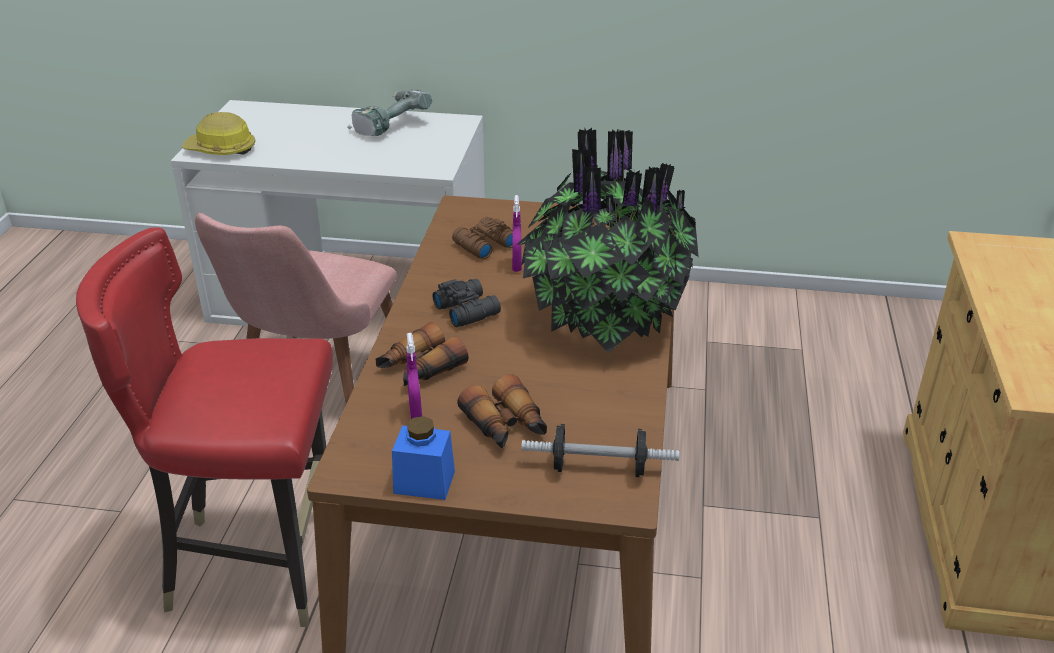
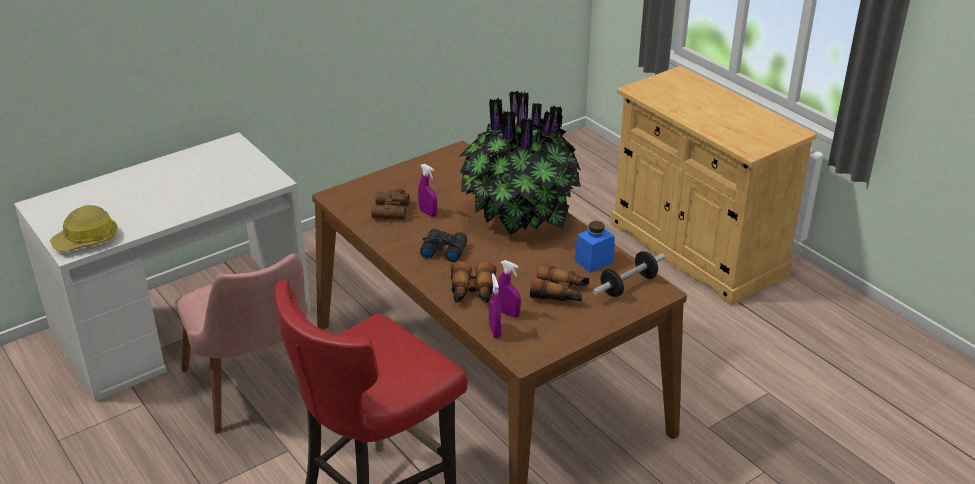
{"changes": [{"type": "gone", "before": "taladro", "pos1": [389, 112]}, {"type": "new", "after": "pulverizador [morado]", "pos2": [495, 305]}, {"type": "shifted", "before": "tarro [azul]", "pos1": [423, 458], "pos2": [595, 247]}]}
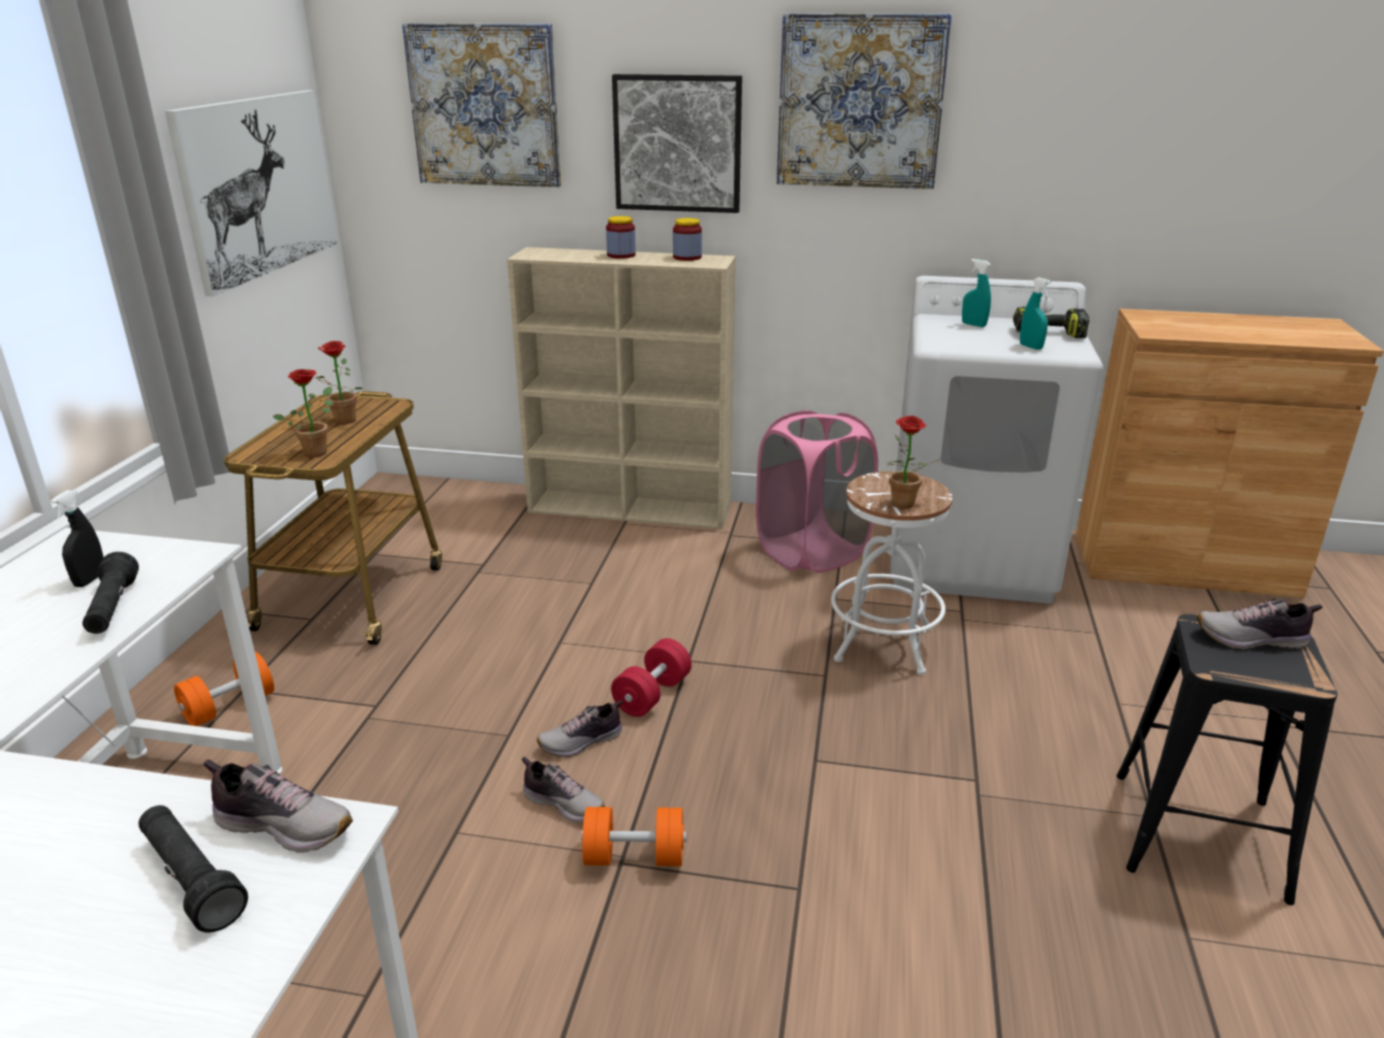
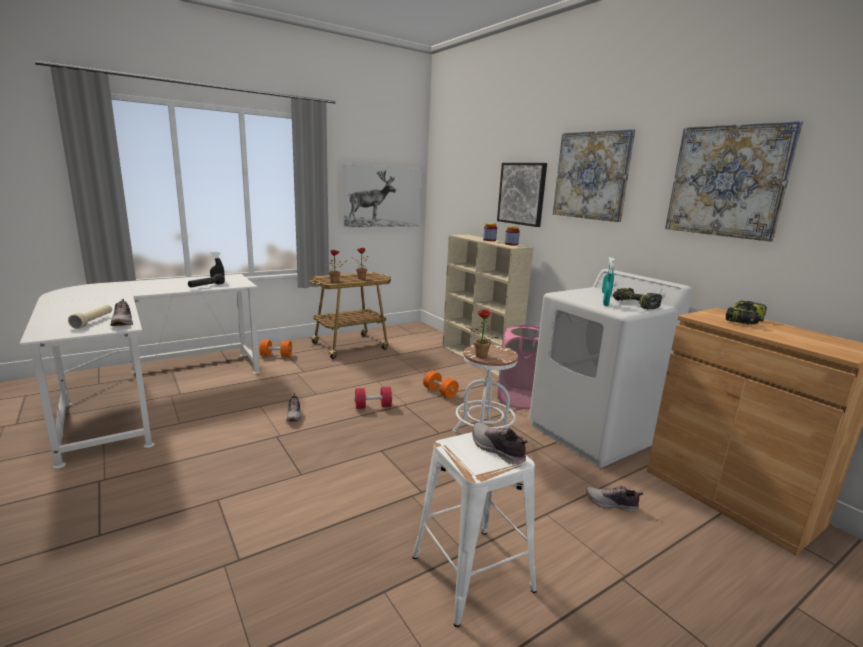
{"changes": [{"type": "new", "after": "taladro", "pos2": [746, 313]}, {"type": "shifted", "before": "cuadro", "pos1": [481, 105], "pos2": [734, 181]}, {"type": "shifted", "before": "zapato", "pos1": [580, 729], "pos2": [614, 499]}, {"type": "shifted", "before": "mancuerna [naranja]", "pos1": [634, 836], "pos2": [441, 384]}, {"type": "repainted", "before": "linterna [negro]", "after": "linterna [beis]", "pos1": [193, 868], "pos2": [90, 317]}, {"type": "repainted", "before": "taburete [negro]", "after": "taburete [blanco]", "pos1": [1227, 759], "pos2": [474, 529]}]}
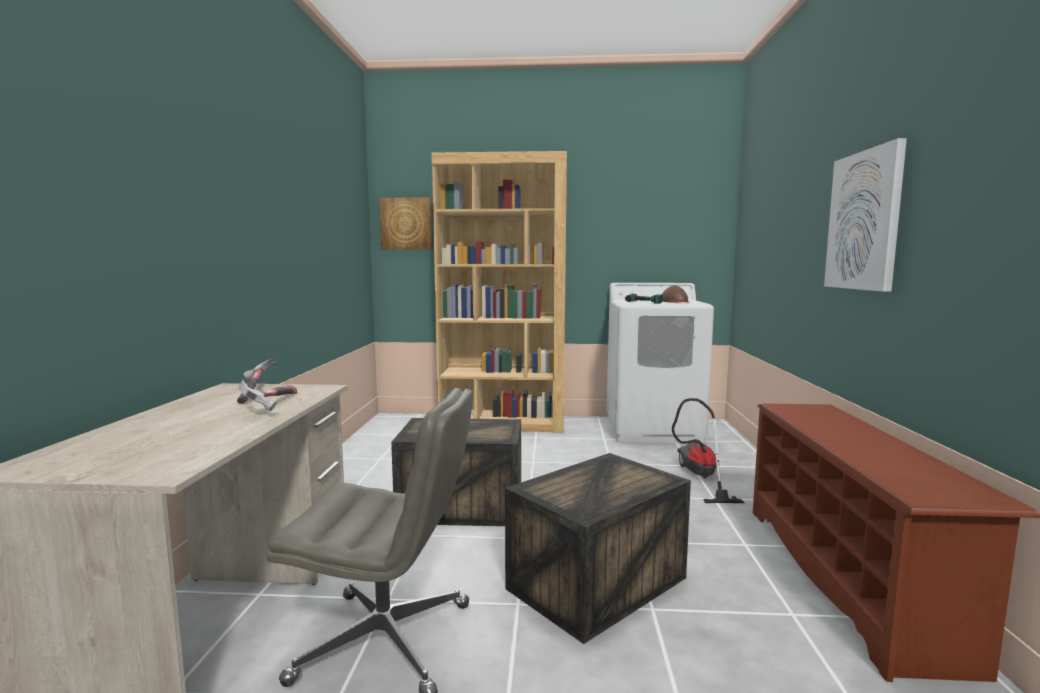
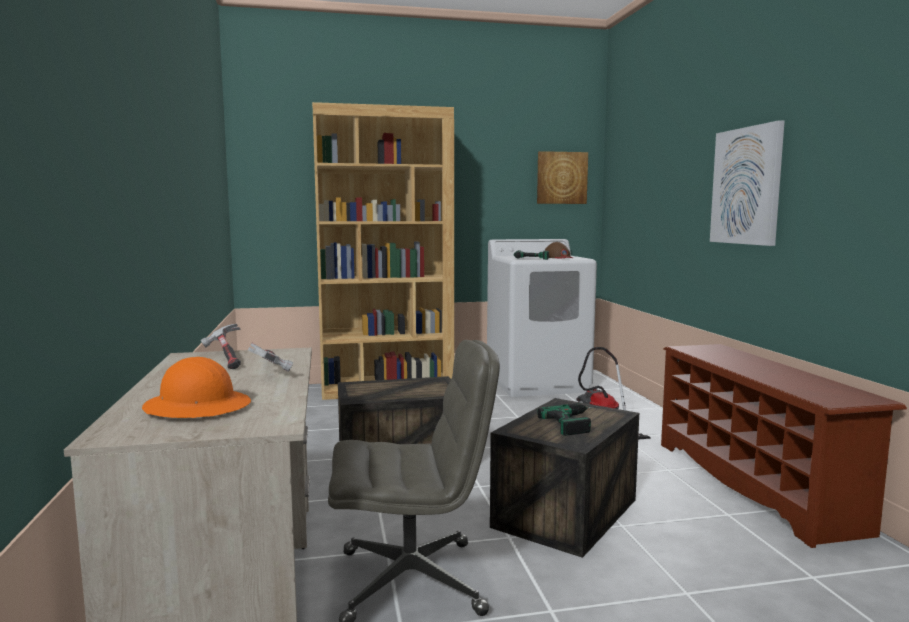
{"changes": [{"type": "new", "after": "casco [naranja]", "pos2": [196, 387]}, {"type": "new", "after": "taladro", "pos2": [566, 420]}, {"type": "shifted", "before": "cuadro", "pos1": [405, 223], "pos2": [562, 177]}]}
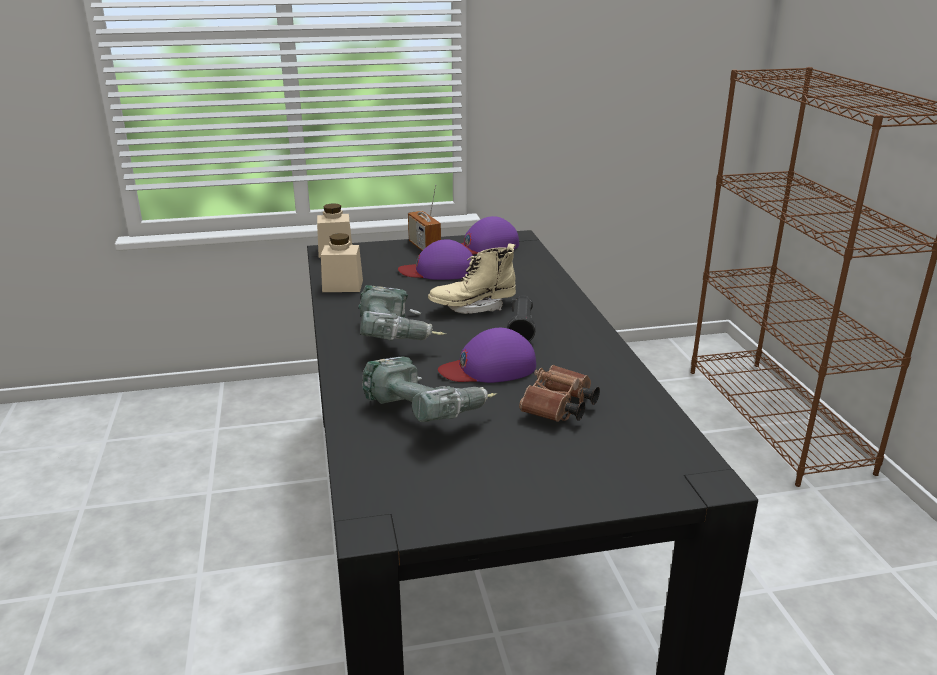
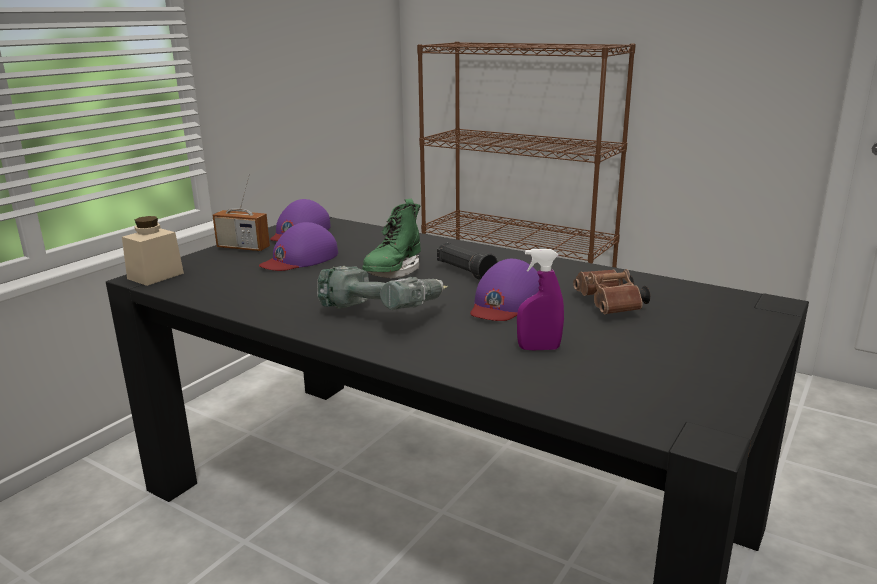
{"changes": [{"type": "gone", "before": "tarro [beis]", "pos1": [342, 262]}, {"type": "swapped", "before": "taladro", "after": "pulverizador [morado]", "pos1": [429, 389], "pos2": [540, 299]}, {"type": "repainted", "before": "bota [beis]", "after": "bota [verde]", "pos1": [472, 279], "pos2": [391, 239]}]}
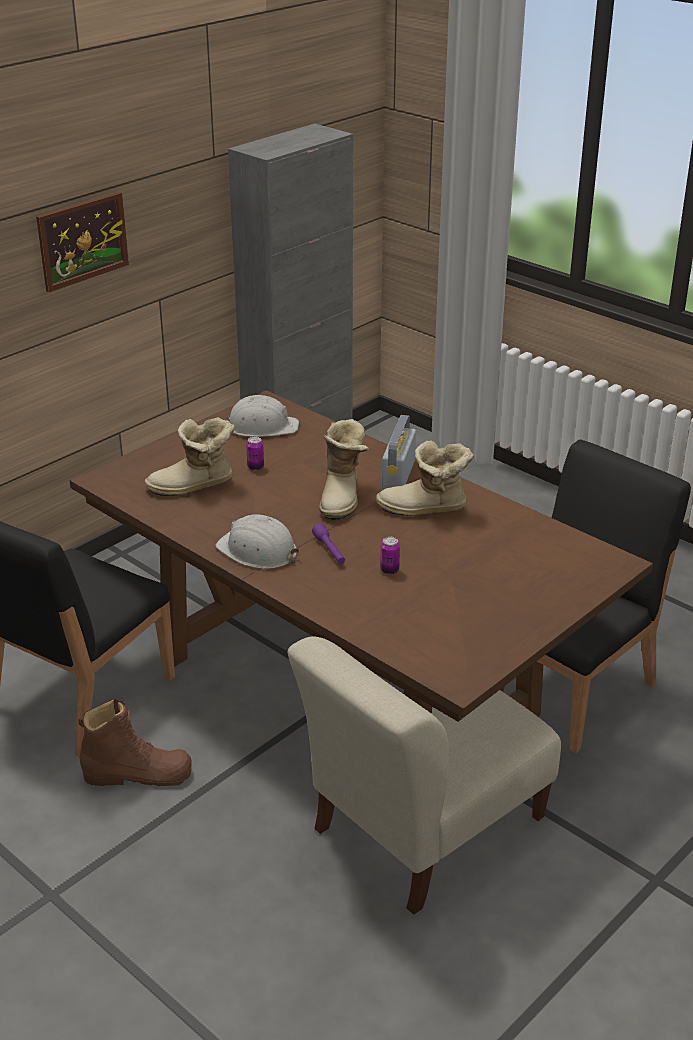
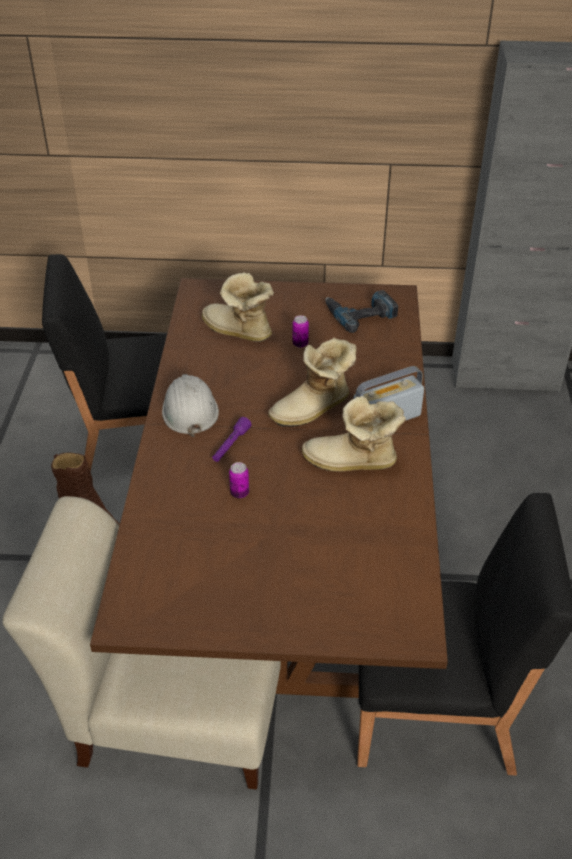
{"changes": [{"type": "gone", "before": "cuadro", "pos1": [82, 242]}, {"type": "swapped", "before": "casco [blanco]", "after": "taladro", "pos1": [262, 416], "pos2": [361, 311]}, {"type": "rotated", "before": "bota", "pos1": [425, 478], "pos2": [354, 434], "turn": -45}]}
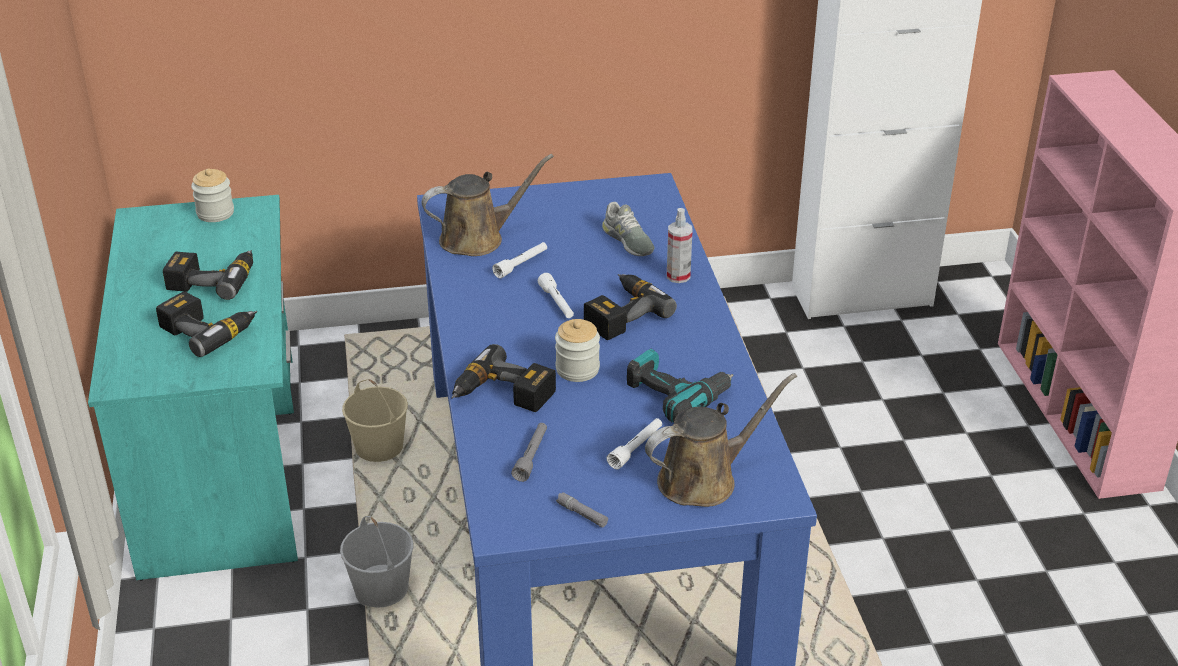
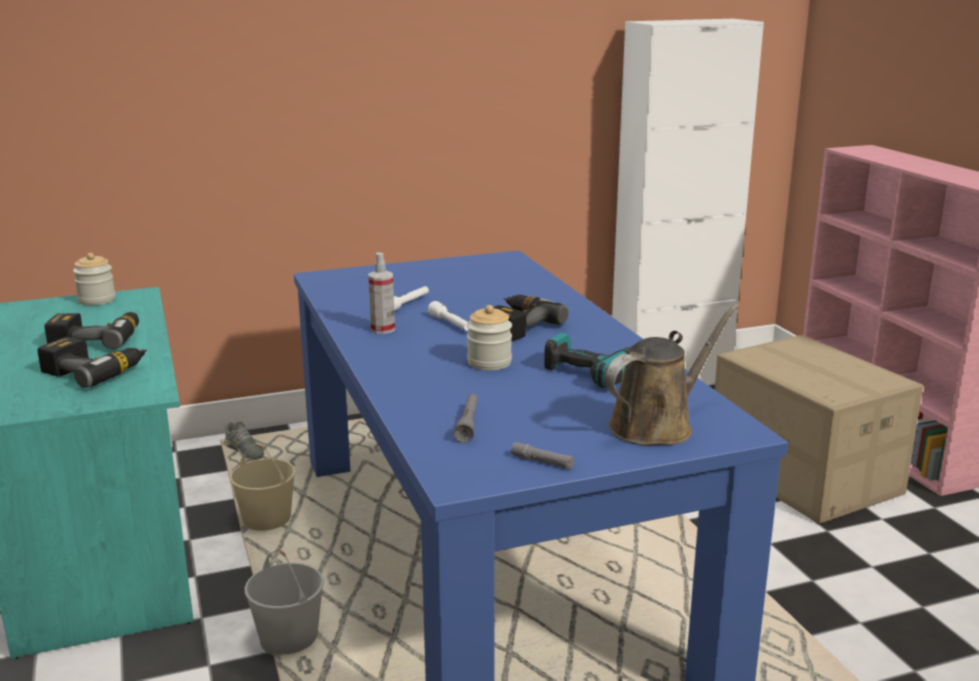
{"changes": [{"type": "gone", "before": "regadera [marrón]", "pos1": [488, 205]}, {"type": "gone", "before": "taladro", "pos1": [503, 378]}, {"type": "gone", "before": "linterna [blanco]", "pos1": [634, 443]}, {"type": "new", "after": "caja de cartón", "pos2": [819, 429]}, {"type": "shifted", "before": "zapato [gris]", "pos1": [628, 229], "pos2": [244, 441]}, {"type": "shifted", "before": "pulverizador", "pos1": [680, 245], "pos2": [381, 293]}]}
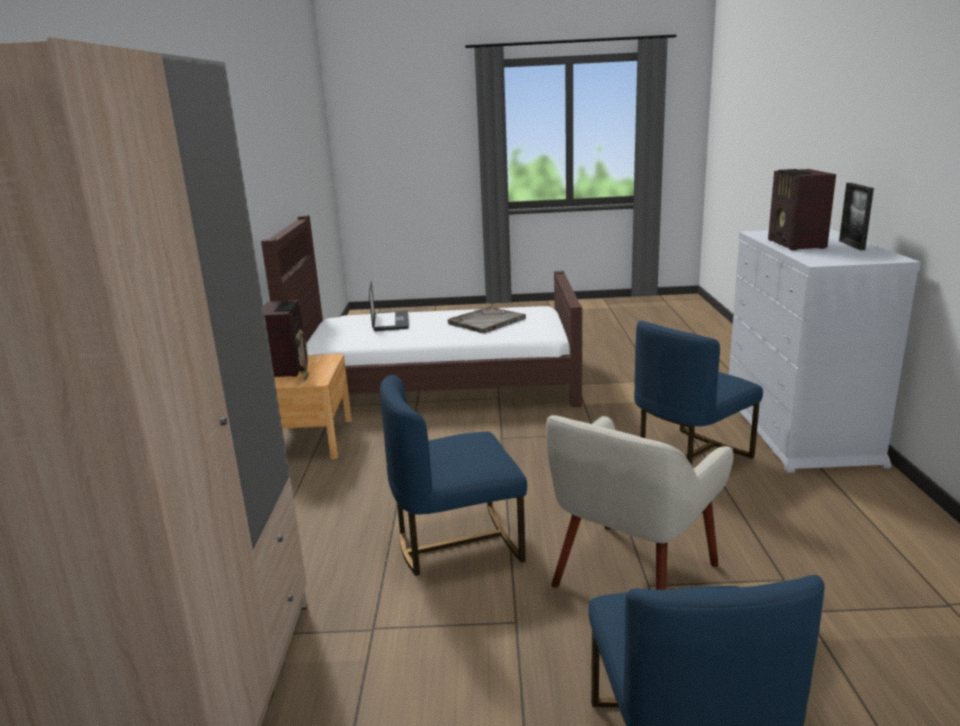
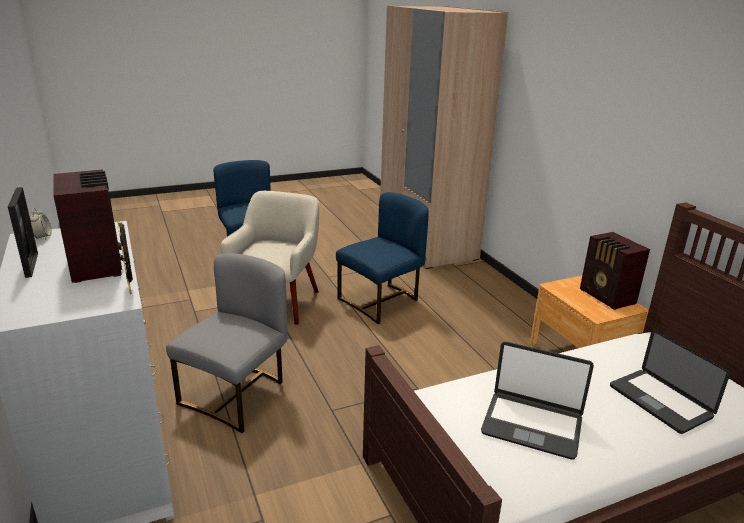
{"changes": [{"type": "new", "after": "despertador", "pos2": [41, 223]}, {"type": "shifted", "before": "portarretratos", "pos1": [302, 356], "pos2": [125, 257]}, {"type": "swapped", "before": "bandeja [gris]", "after": "portátil", "pos1": [487, 319], "pos2": [537, 401]}, {"type": "repainted", "before": "silla [azul]", "after": "silla [gris]", "pos1": [698, 393], "pos2": [227, 343]}]}
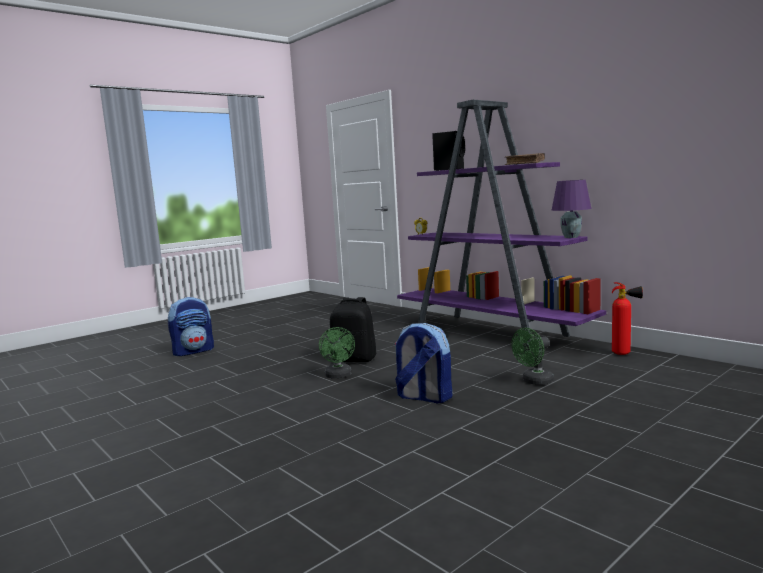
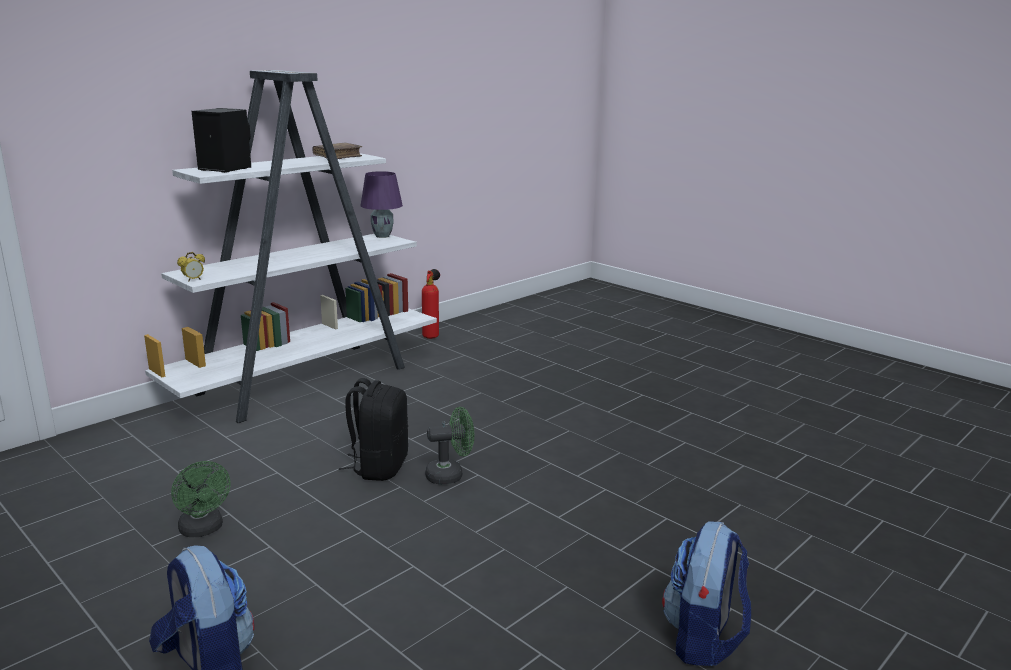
{"changes": [{"type": "shifted", "before": "mochila", "pos1": [423, 363], "pos2": [706, 593]}, {"type": "shifted", "before": "ventilador [verde]", "pos1": [532, 356], "pos2": [201, 499]}, {"type": "repainted", "before": "estantería [morado]", "after": "estantería [blanco]", "pos1": [501, 219], "pos2": [290, 246]}]}
